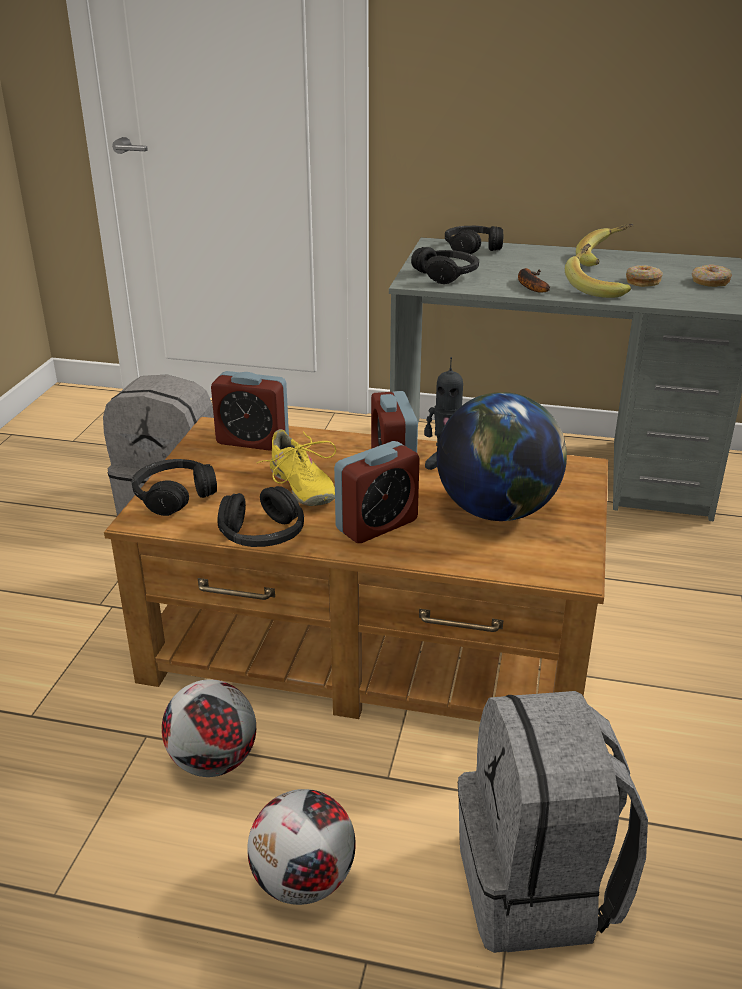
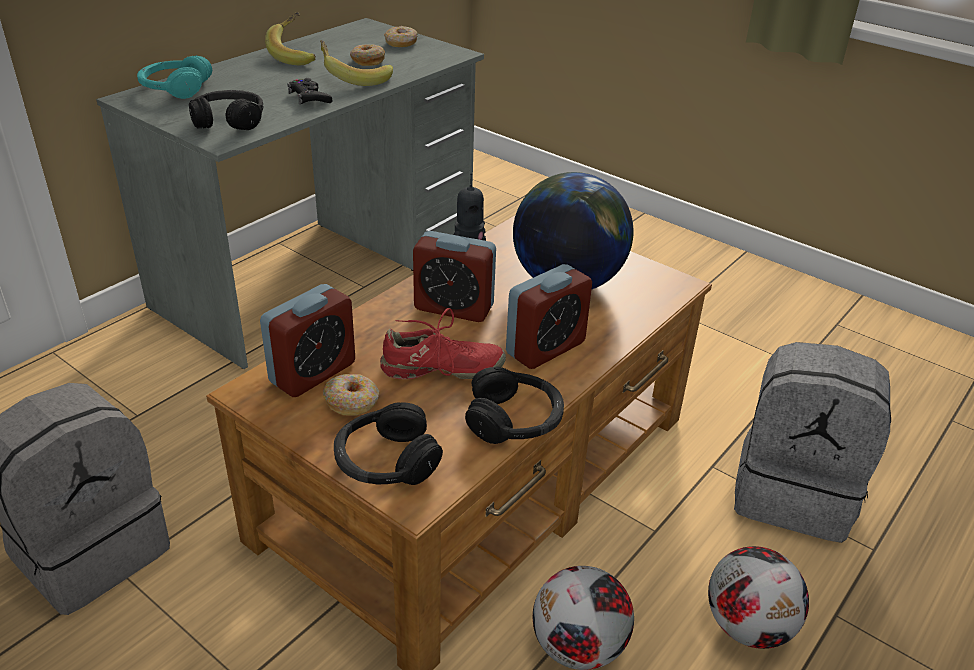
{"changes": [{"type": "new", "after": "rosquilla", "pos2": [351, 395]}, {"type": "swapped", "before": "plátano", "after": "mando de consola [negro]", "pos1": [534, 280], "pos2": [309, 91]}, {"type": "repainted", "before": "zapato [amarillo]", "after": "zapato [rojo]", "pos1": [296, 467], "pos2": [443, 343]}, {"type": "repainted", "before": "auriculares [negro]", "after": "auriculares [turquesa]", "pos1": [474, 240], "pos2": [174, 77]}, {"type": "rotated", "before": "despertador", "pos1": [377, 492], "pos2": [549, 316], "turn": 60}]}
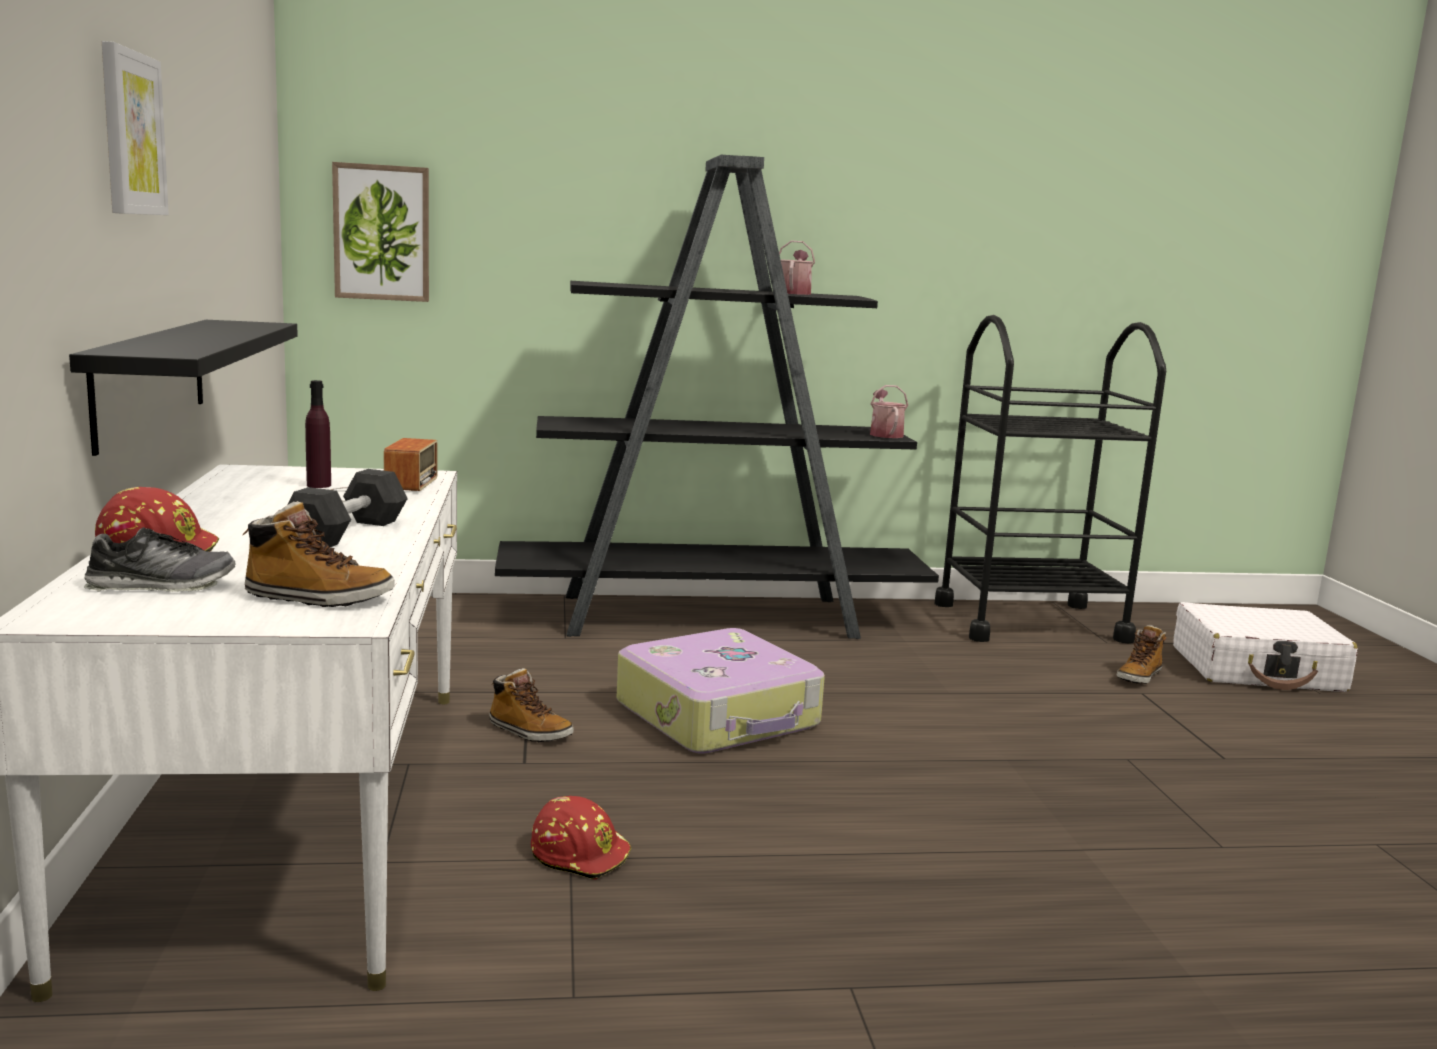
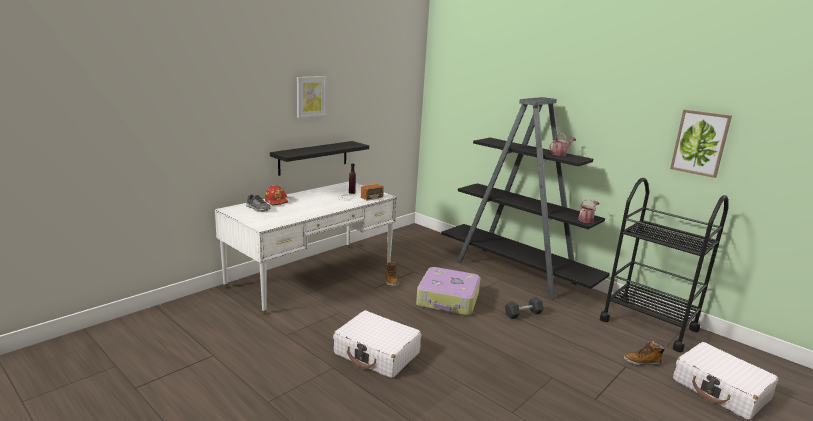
{"changes": [{"type": "gone", "before": "bota", "pos1": [319, 554]}, {"type": "gone", "before": "casco [rojo]", "pos1": [581, 837]}, {"type": "new", "after": "maleta [blanco]", "pos2": [377, 344]}, {"type": "shifted", "before": "mancuerna [gris]", "pos1": [347, 508], "pos2": [524, 308]}, {"type": "shifted", "before": "cuadro", "pos1": [380, 232], "pos2": [701, 144]}]}
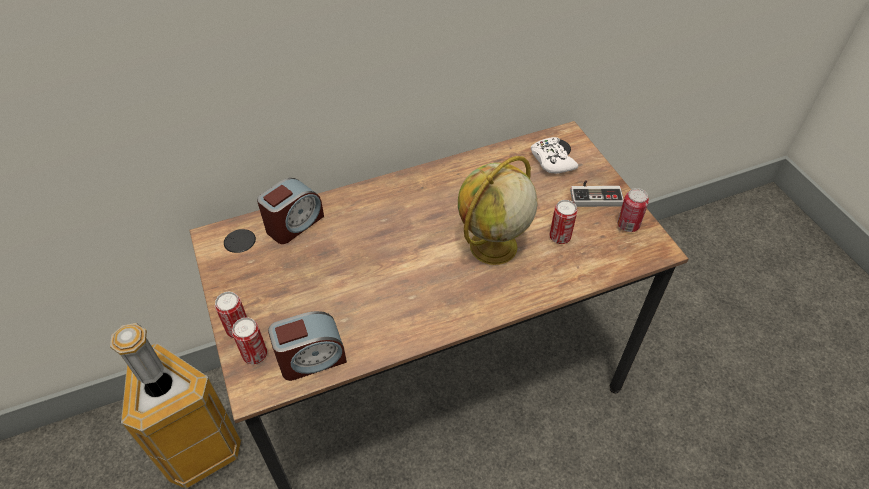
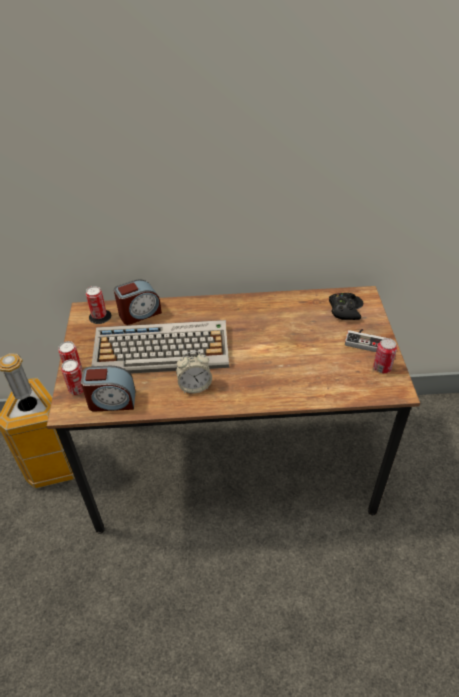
{"changes": [{"type": "gone", "before": "globo terráqueo", "pos1": [497, 210]}, {"type": "new", "after": "teclado", "pos2": [160, 347]}, {"type": "new", "after": "despertador", "pos2": [194, 372]}, {"type": "shifted", "before": "lata", "pos1": [563, 222], "pos2": [96, 302]}, {"type": "repainted", "before": "mando de consola [blanco]", "after": "mando de consola [negro]", "pos1": [554, 155], "pos2": [345, 306]}]}
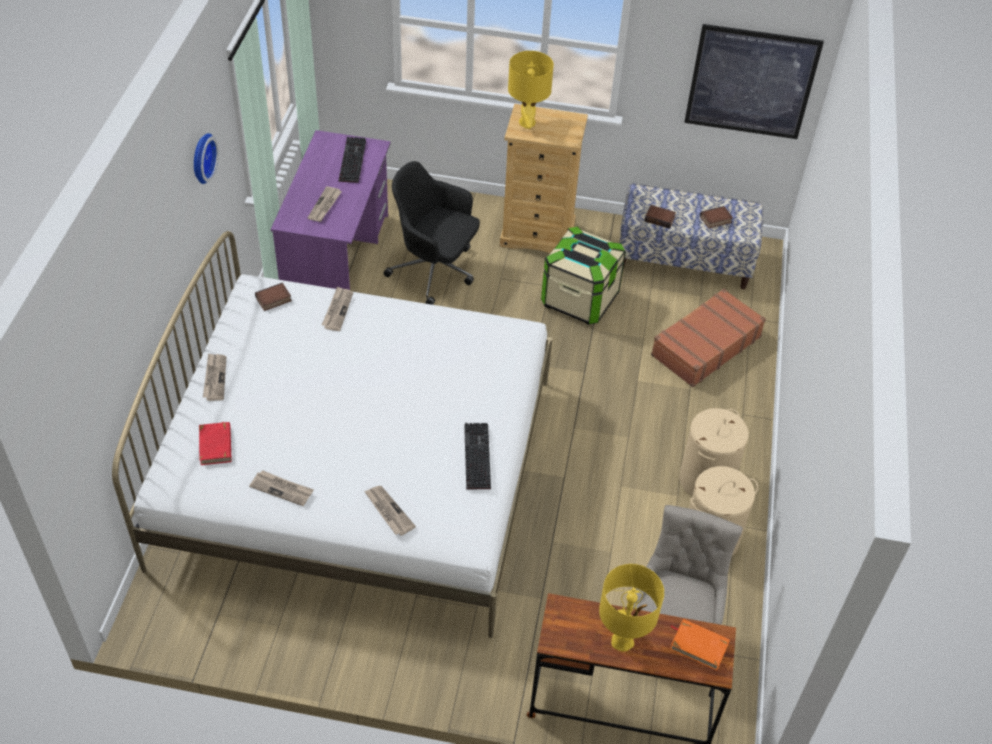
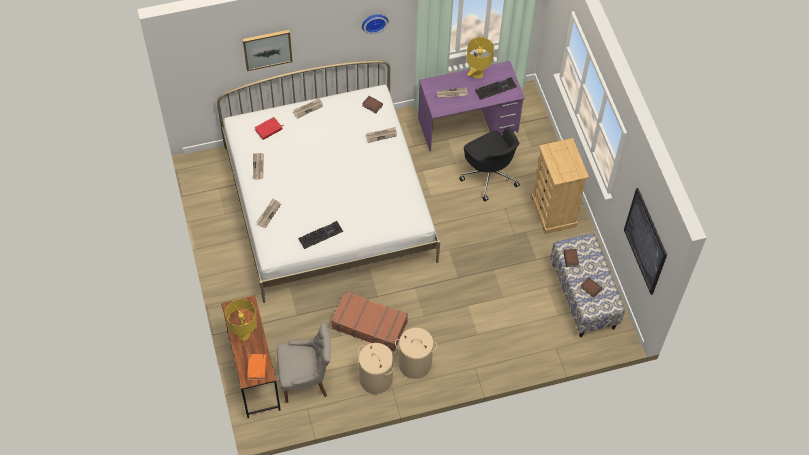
{"changes": [{"type": "gone", "before": "caja de almacenaje", "pos1": [583, 276]}, {"type": "new", "after": "cuadro", "pos2": [268, 50]}, {"type": "shifted", "before": "lámpara de mesa [amarillo]", "pos1": [531, 90], "pos2": [480, 57]}, {"type": "shifted", "before": "maleta [marrón]", "pos1": [708, 337], "pos2": [369, 321]}, {"type": "rotated", "before": "silla de oficina [negro]", "pos1": [432, 233], "pos2": [489, 164], "turn": 150}]}
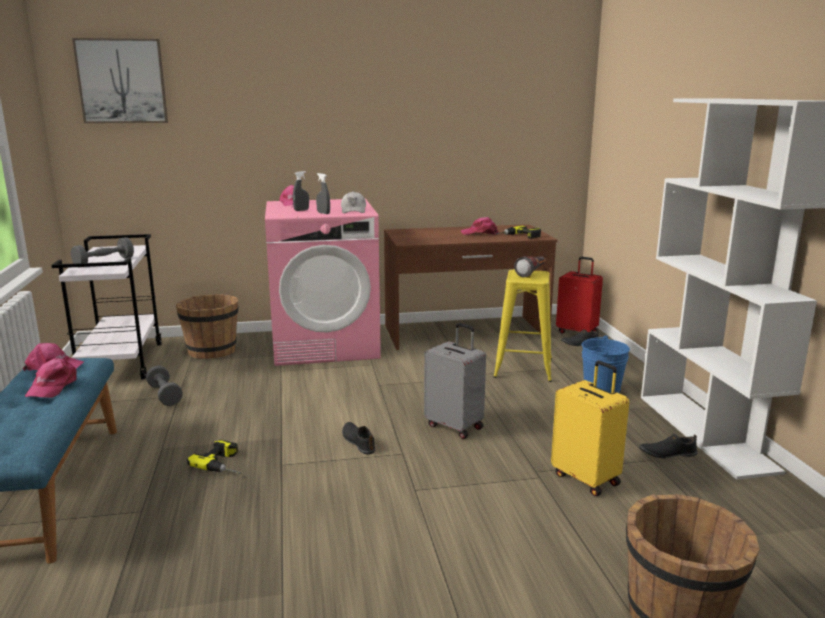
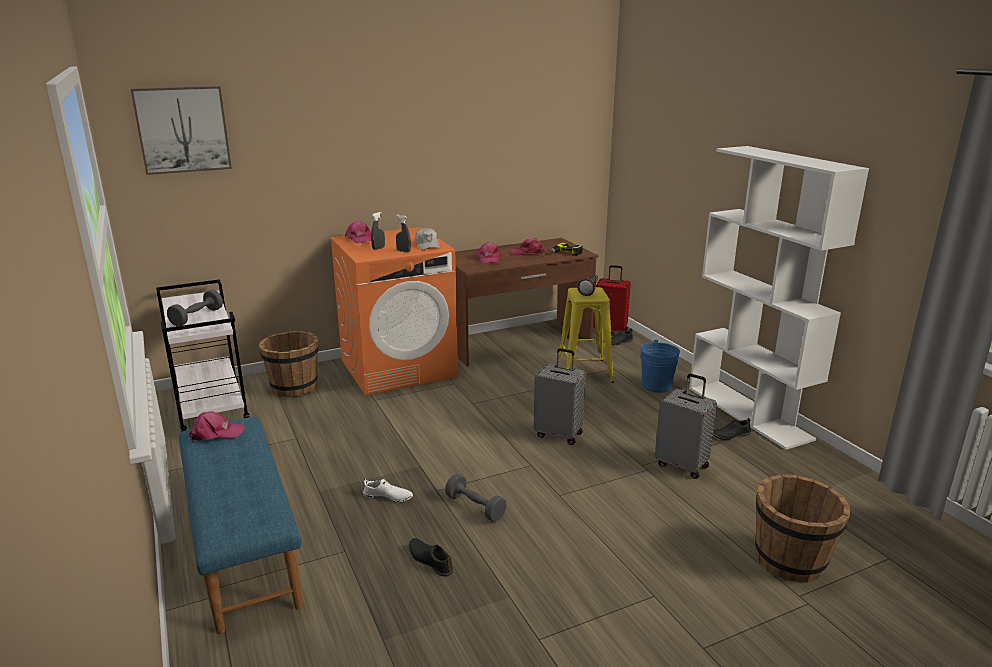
{"changes": [{"type": "shifted", "before": "gorra [rosa]", "pos1": [51, 378], "pos2": [489, 252]}, {"type": "shifted", "before": "mancuerna [gris]", "pos1": [164, 386], "pos2": [476, 498]}, {"type": "shifted", "before": "zapato [negro]", "pos1": [358, 438], "pos2": [431, 557]}, {"type": "swapped", "before": "taladro", "after": "zapato [blanco]", "pos1": [214, 457], "pos2": [388, 490]}, {"type": "repainted", "before": "lavadora [rosa]", "after": "lavadora [naranja]", "pos1": [323, 282], "pos2": [394, 311]}, {"type": "repainted", "before": "maleta [amarillo]", "after": "maleta [gris]", "pos1": [590, 428], "pos2": [686, 426]}]}
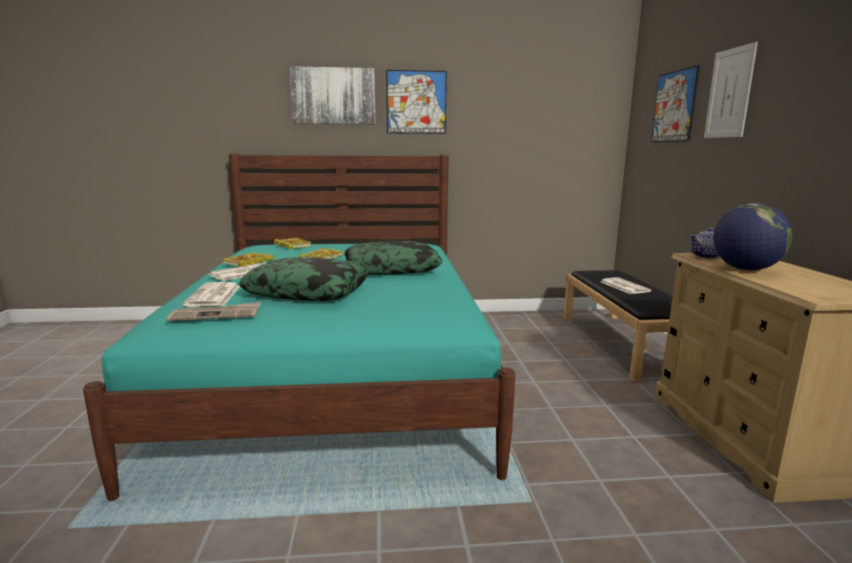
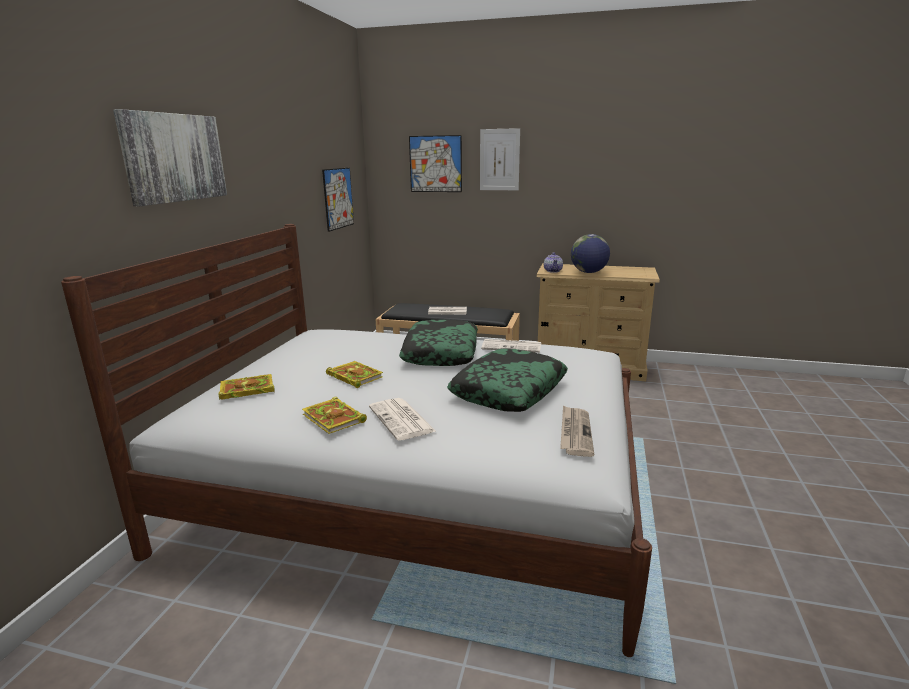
{"changes": [{"type": "shifted", "before": "periódico", "pos1": [211, 294], "pos2": [511, 346]}, {"type": "shifted", "before": "cuadro", "pos1": [416, 102], "pos2": [338, 200]}, {"type": "repainted", "before": "cama [turquesa]", "after": "cama [blanco]", "pos1": [299, 327], "pos2": [356, 440]}]}
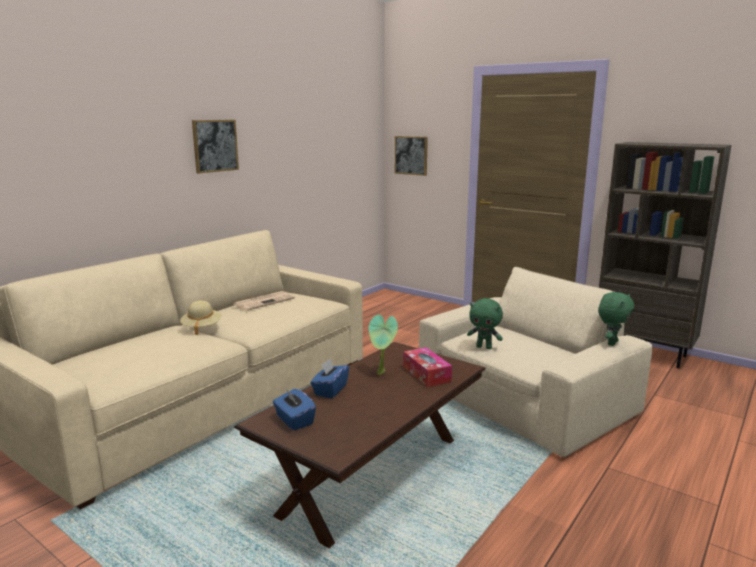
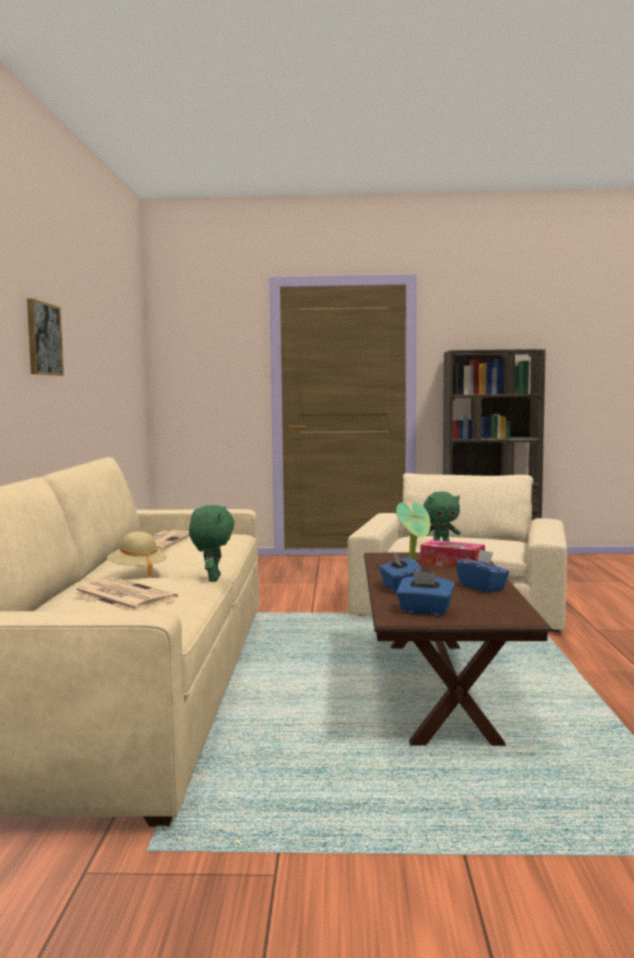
{"changes": [{"type": "gone", "before": "cuadro", "pos1": [411, 156]}, {"type": "new", "after": "periódico", "pos2": [125, 594]}, {"type": "new", "after": "caja de pañuelos [azul]", "pos2": [482, 571]}, {"type": "shifted", "before": "peluche [verde]", "pos1": [616, 319], "pos2": [212, 543]}]}
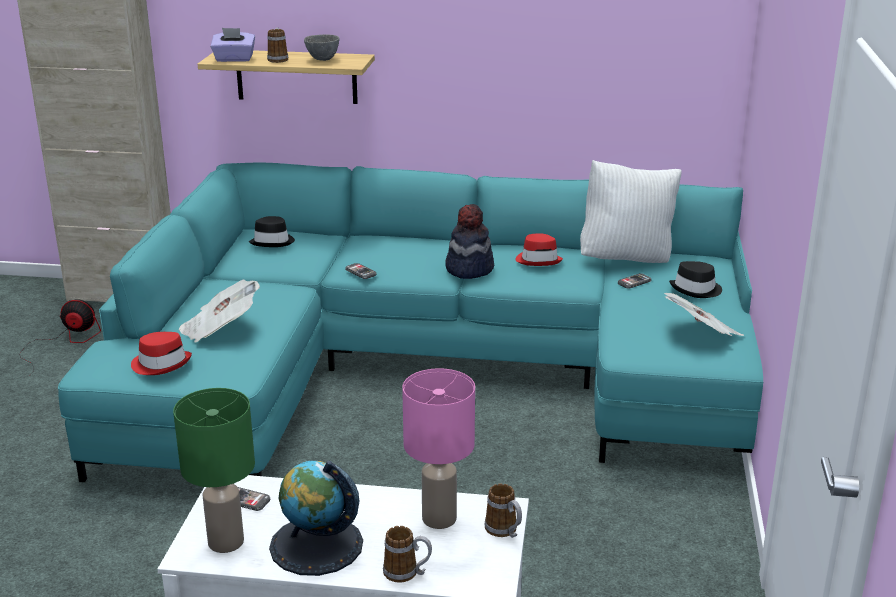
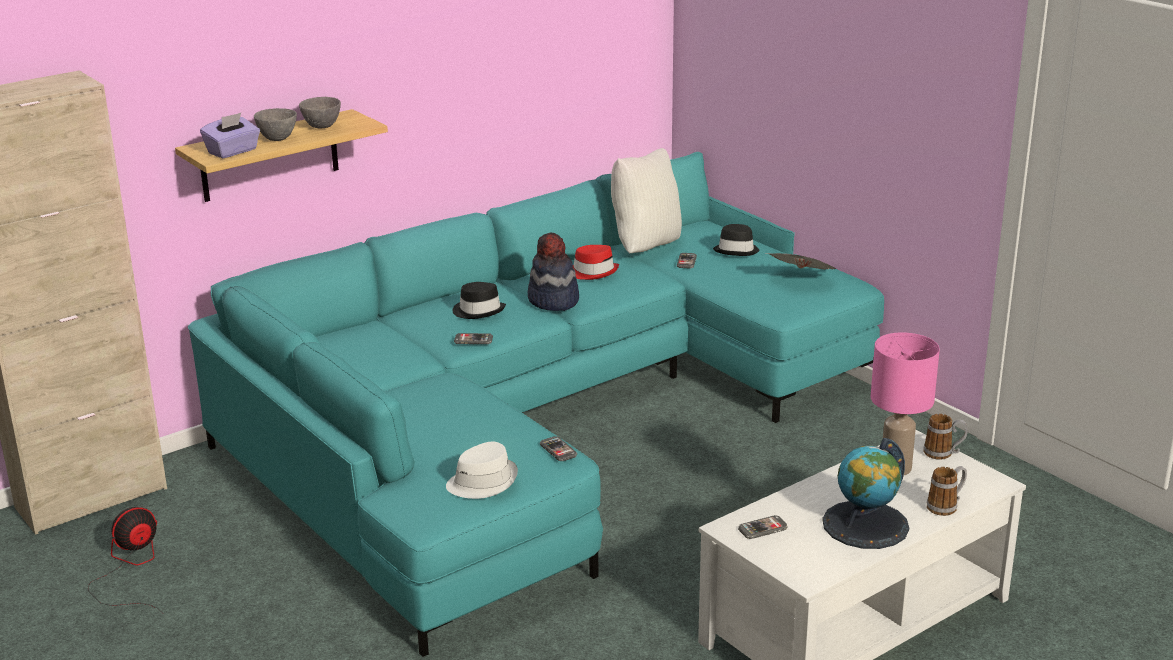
{"changes": [{"type": "gone", "before": "lámpara de mesa [verde]", "pos1": [214, 470]}, {"type": "gone", "before": "periódico", "pos1": [219, 310]}, {"type": "new", "after": "móvil", "pos2": [558, 448]}, {"type": "shifted", "before": "sombrero [negro]", "pos1": [272, 231], "pos2": [479, 300]}, {"type": "swapped", "before": "taza grande", "after": "cuenco [gris]", "pos1": [277, 45], "pos2": [275, 124]}, {"type": "repainted", "before": "sombrero [rojo]", "after": "sombrero [blanco]", "pos1": [161, 353], "pos2": [482, 470]}]}
